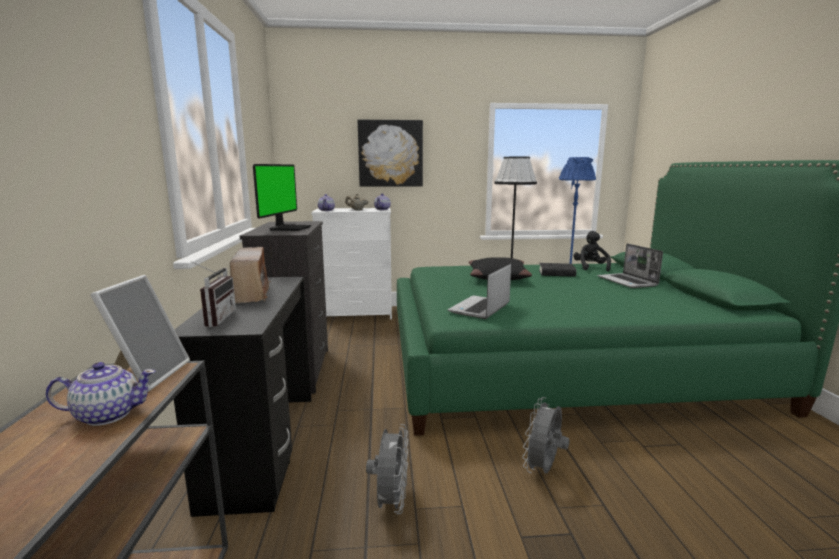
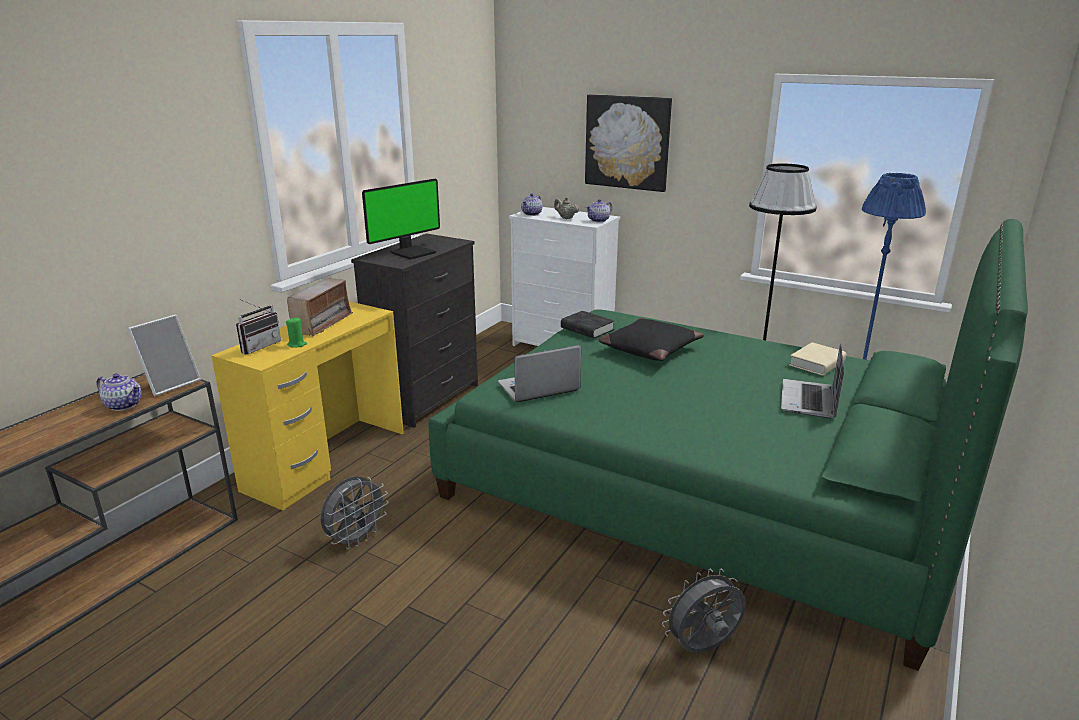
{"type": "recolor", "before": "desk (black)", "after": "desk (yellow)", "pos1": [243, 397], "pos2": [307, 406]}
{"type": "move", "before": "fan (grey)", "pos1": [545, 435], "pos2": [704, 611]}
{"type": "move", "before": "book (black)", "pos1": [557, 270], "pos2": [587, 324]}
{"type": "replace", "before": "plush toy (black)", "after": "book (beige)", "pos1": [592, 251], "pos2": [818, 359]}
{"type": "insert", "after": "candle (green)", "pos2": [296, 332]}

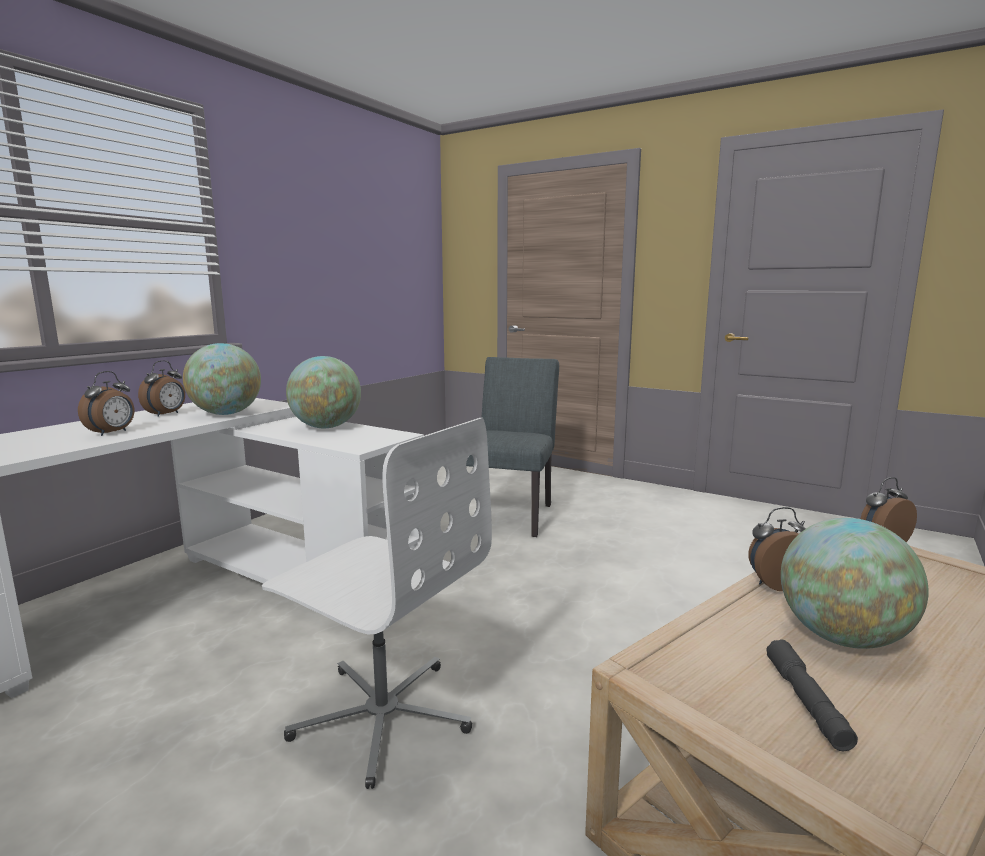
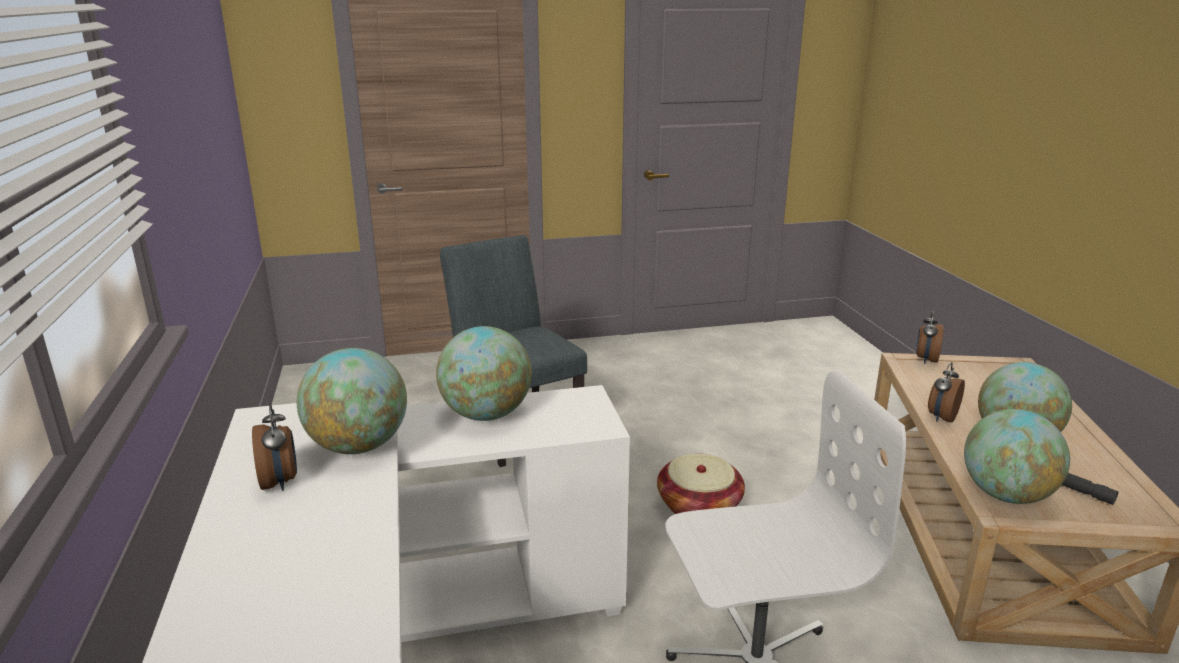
{"type": "delete", "before": "alarm clock", "pos1": [106, 403]}
{"type": "insert", "after": "basket", "pos2": [701, 484]}
{"type": "insert", "after": "globe", "pos2": [1017, 456]}

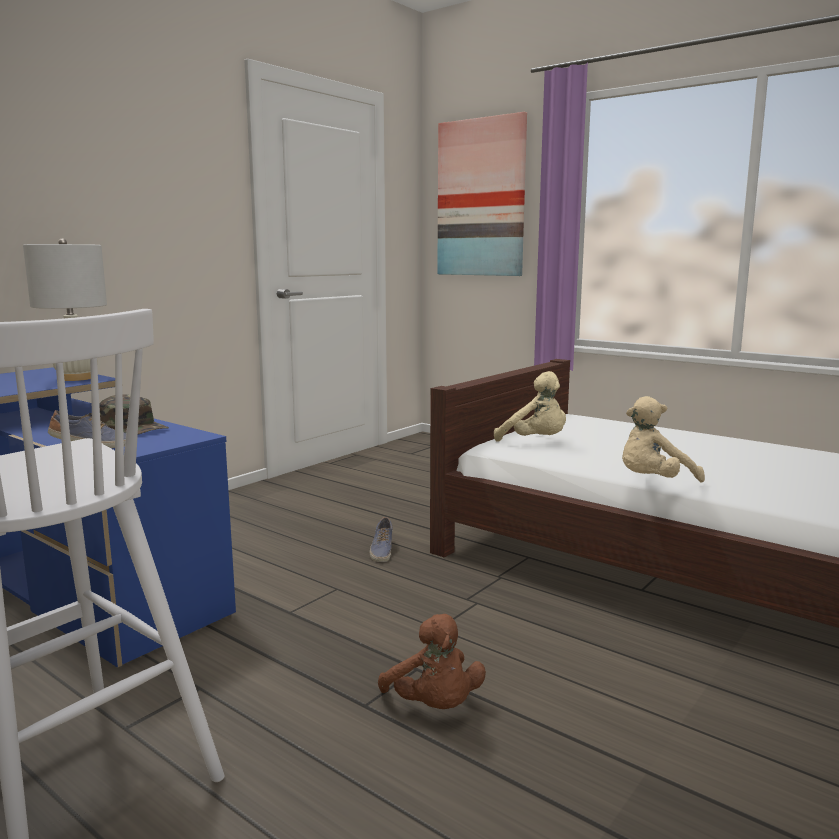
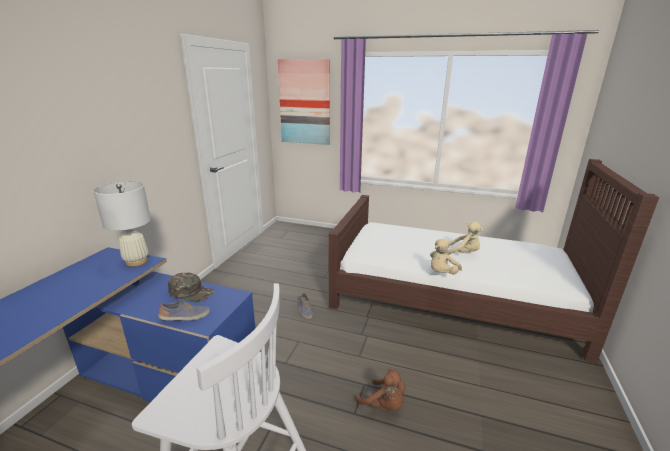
{"type": "move", "before": "plush toy (beige)", "pos1": [530, 406], "pos2": [464, 238]}

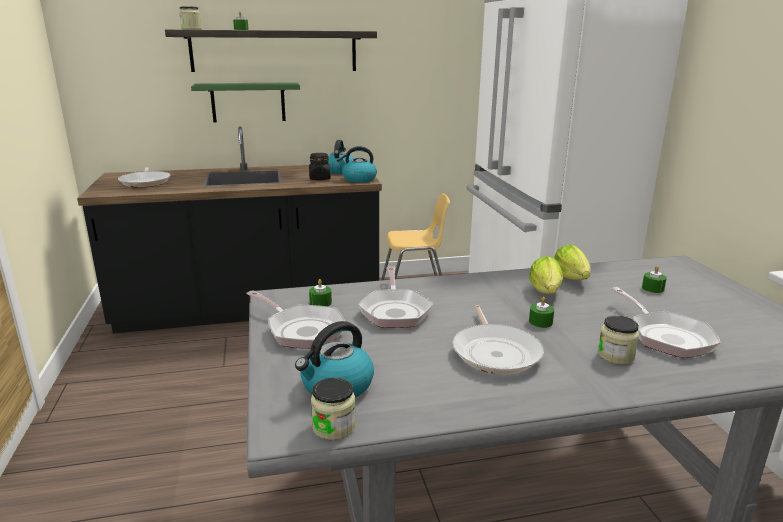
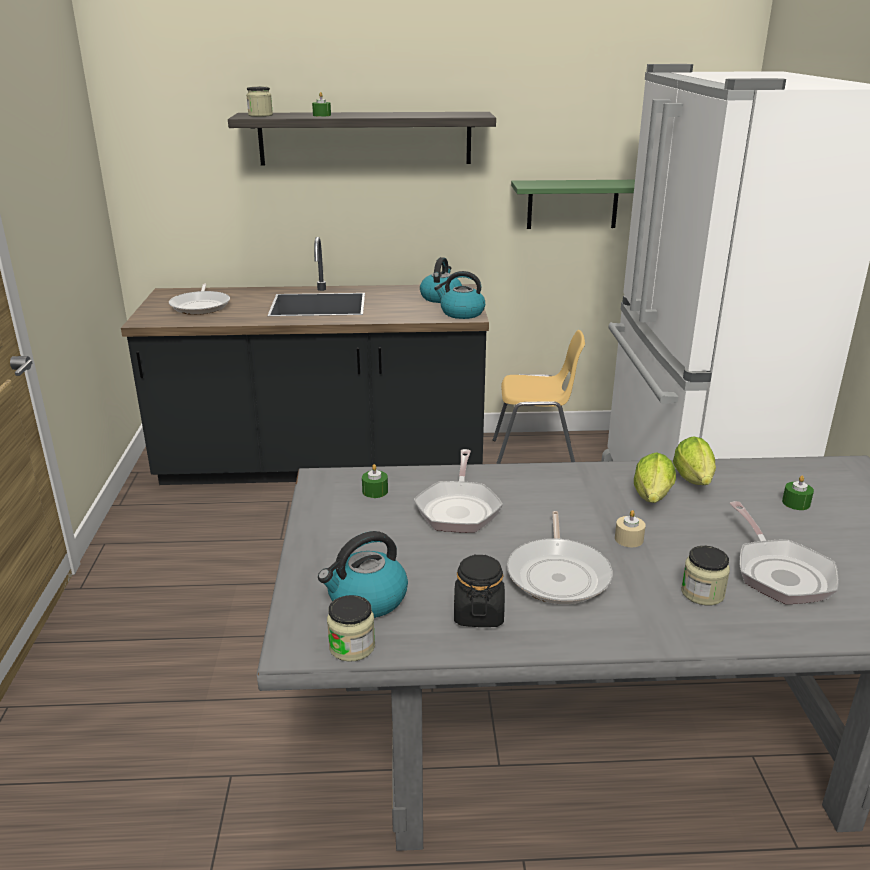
{"type": "move", "before": "shelf (green)", "pos1": [245, 102], "pos2": [573, 204]}
{"type": "delete", "before": "frying pan", "pos1": [295, 319]}
{"type": "move", "before": "jar (black)", "pos1": [319, 166], "pos2": [479, 590]}
{"type": "recolor", "before": "candle (green)", "after": "candle (beige)", "pos1": [541, 312], "pos2": [630, 528]}

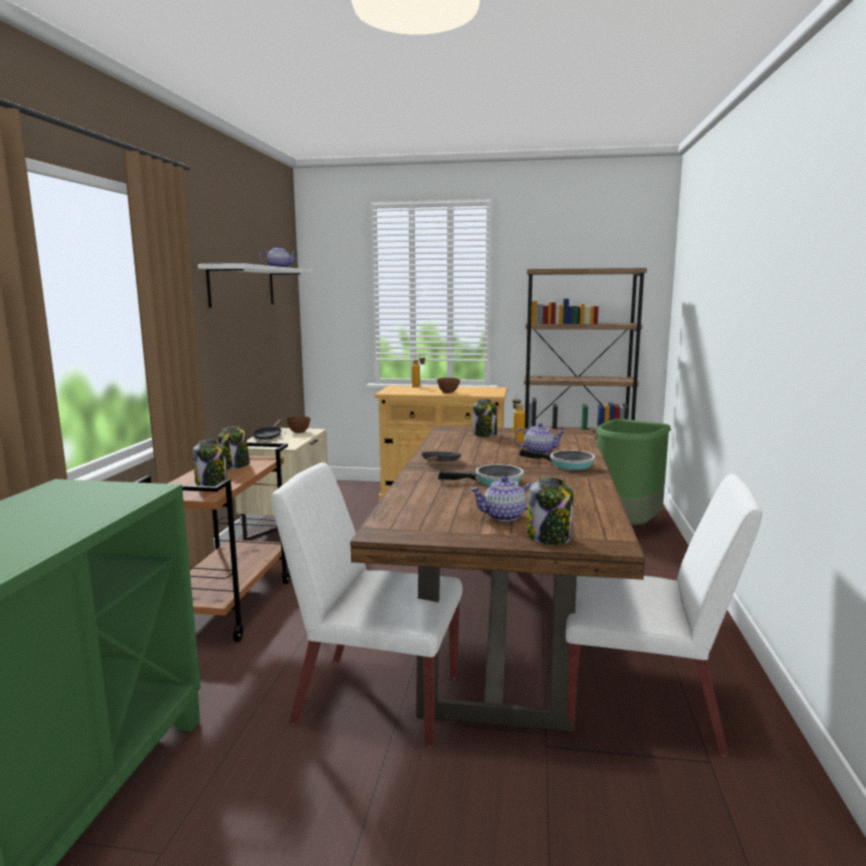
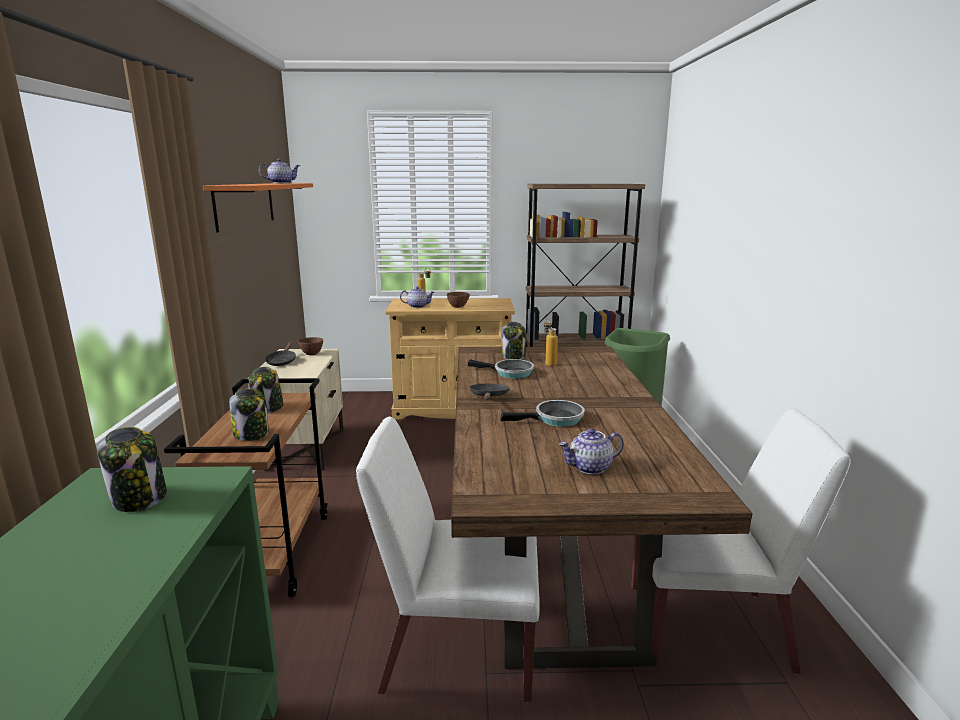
{"type": "recolor", "before": "shelf (white)", "after": "shelf (orange)", "pos1": [255, 285], "pos2": [258, 208]}
{"type": "move", "before": "teapot", "pos1": [539, 438], "pos2": [417, 297]}
{"type": "move", "before": "frying pan", "pos1": [557, 459], "pos2": [501, 369]}
{"type": "move", "before": "jar", "pos1": [550, 511], "pos2": [132, 469]}

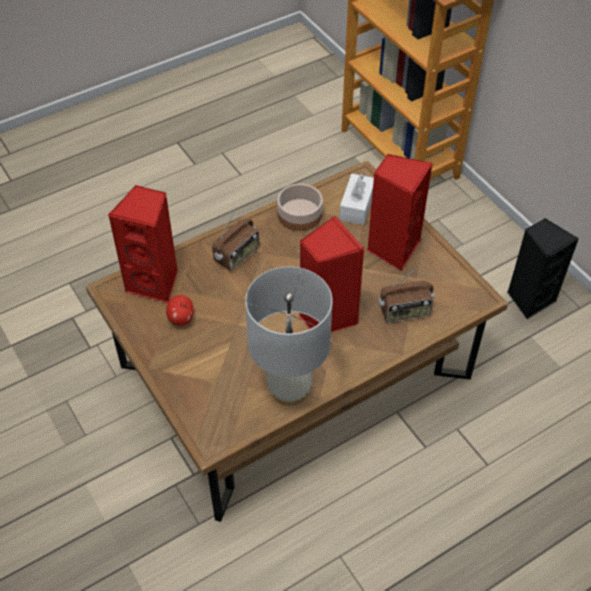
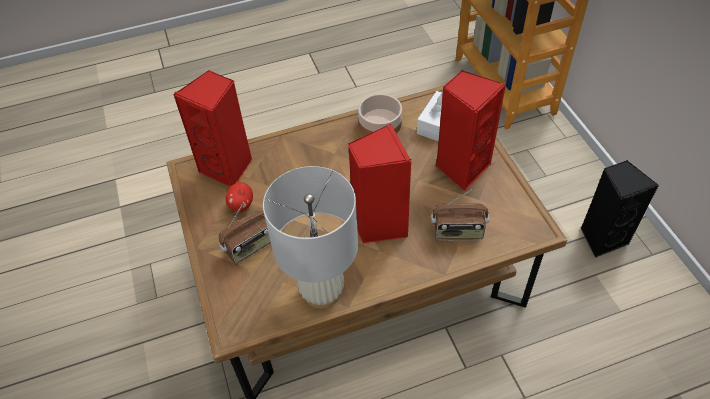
{"type": "move", "before": "radio", "pos1": [235, 240], "pos2": [244, 233]}

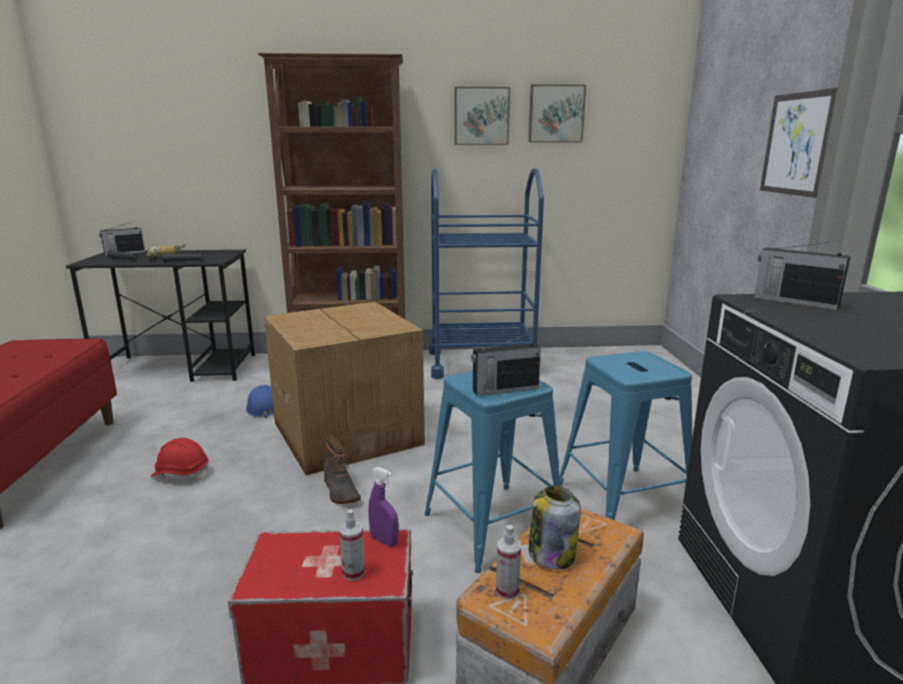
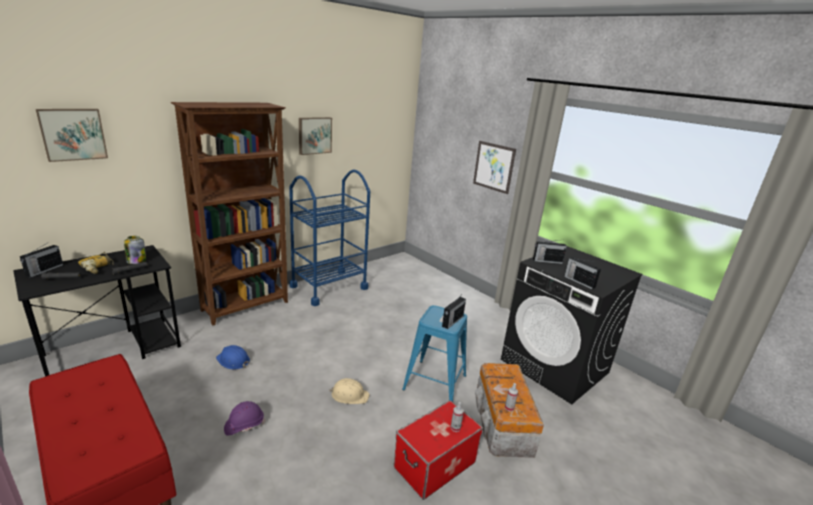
{"type": "recolor", "before": "hard hat (red)", "after": "hard hat (purple)", "pos1": [179, 459], "pos2": [244, 418]}
{"type": "delete", "before": "cardboard box", "pos1": [344, 388]}
{"type": "replace", "before": "boot", "after": "hard hat (beige)", "pos1": [342, 469], "pos2": [349, 391]}
{"type": "delete", "before": "spray bottle (purple)", "pos1": [384, 506]}
{"type": "move", "before": "picture", "pos1": [557, 113], "pos2": [72, 135]}
{"type": "move", "before": "jar", "pos1": [554, 527], "pos2": [135, 250]}
{"type": "delete", "before": "stool (blue)", "pos1": [626, 435]}
{"type": "insert", "after": "radio", "pos2": [582, 273]}

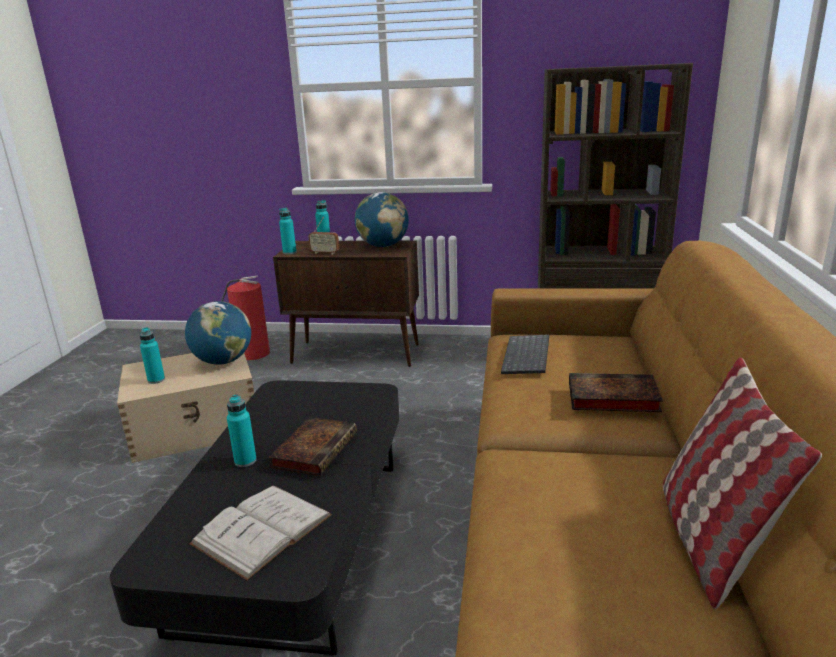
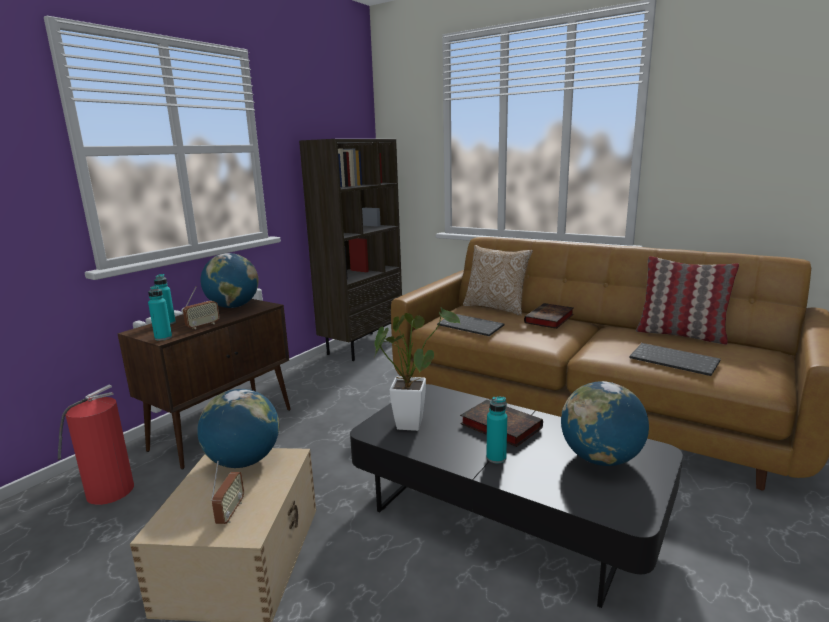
{"type": "replace", "before": "bottle (turquoise)", "after": "radio", "pos1": [152, 355], "pos2": [227, 492]}
{"type": "replace", "before": "book (white)", "after": "globe", "pos1": [260, 533], "pos2": [605, 423]}
{"type": "insert", "after": "potted plant", "pos2": [417, 369]}
{"type": "insert", "after": "pillow", "pos2": [498, 280]}
{"type": "insert", "after": "keyboard", "pos2": [675, 359]}

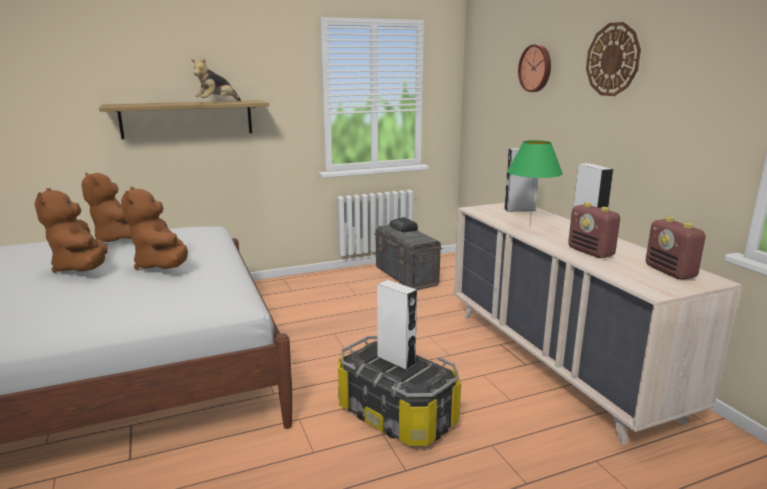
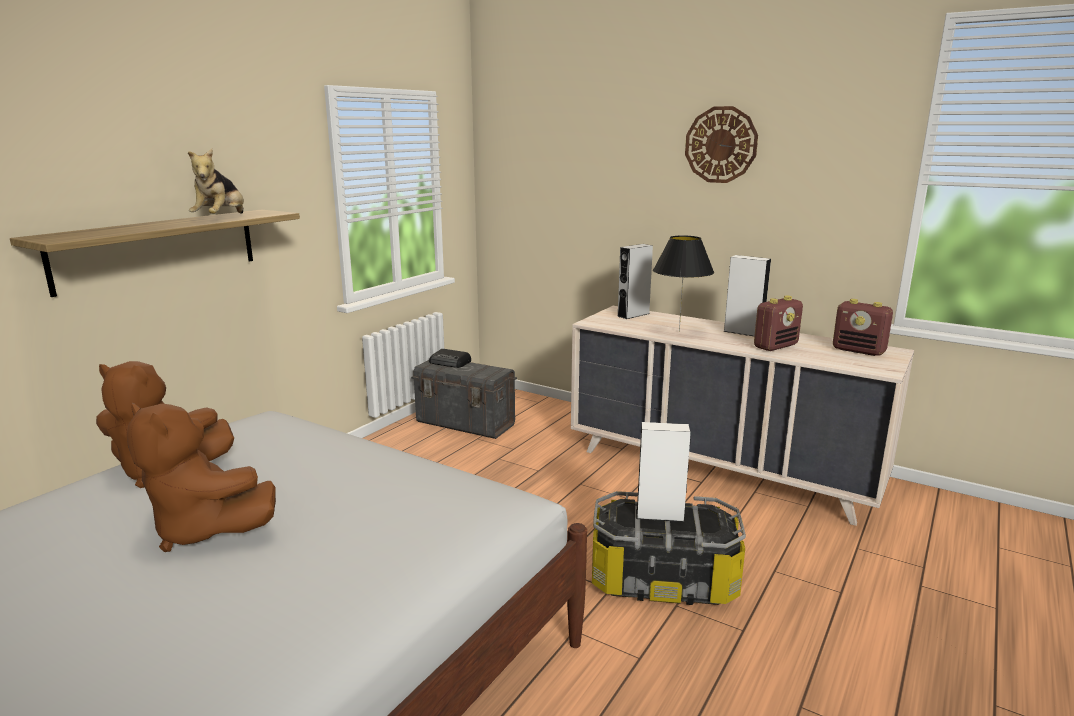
{"type": "delete", "before": "plush toy (brown)", "pos1": [154, 228]}
{"type": "recolor", "before": "table lamp (green)", "after": "table lamp (black)", "pos1": [535, 183], "pos2": [683, 284]}
{"type": "delete", "before": "wall clock", "pos1": [534, 68]}
{"type": "rotate", "before": "radio", "pos1": [594, 230], "pos2": [778, 323], "turn": -60}

